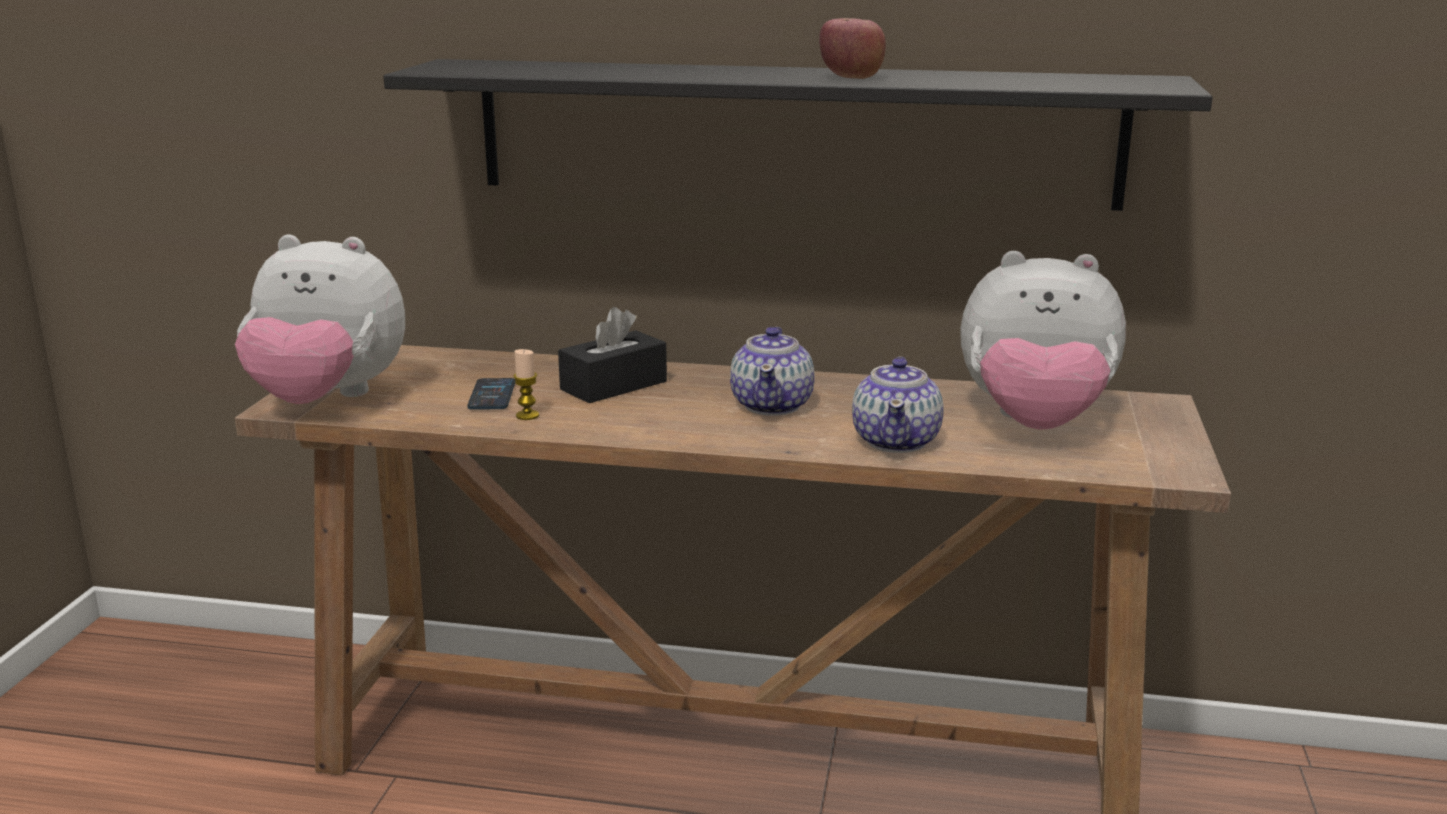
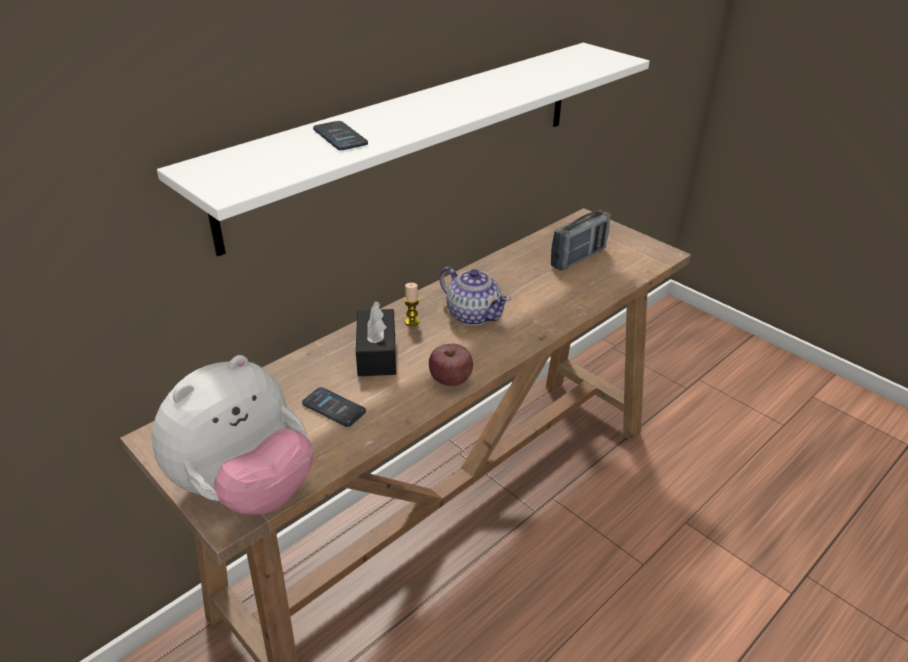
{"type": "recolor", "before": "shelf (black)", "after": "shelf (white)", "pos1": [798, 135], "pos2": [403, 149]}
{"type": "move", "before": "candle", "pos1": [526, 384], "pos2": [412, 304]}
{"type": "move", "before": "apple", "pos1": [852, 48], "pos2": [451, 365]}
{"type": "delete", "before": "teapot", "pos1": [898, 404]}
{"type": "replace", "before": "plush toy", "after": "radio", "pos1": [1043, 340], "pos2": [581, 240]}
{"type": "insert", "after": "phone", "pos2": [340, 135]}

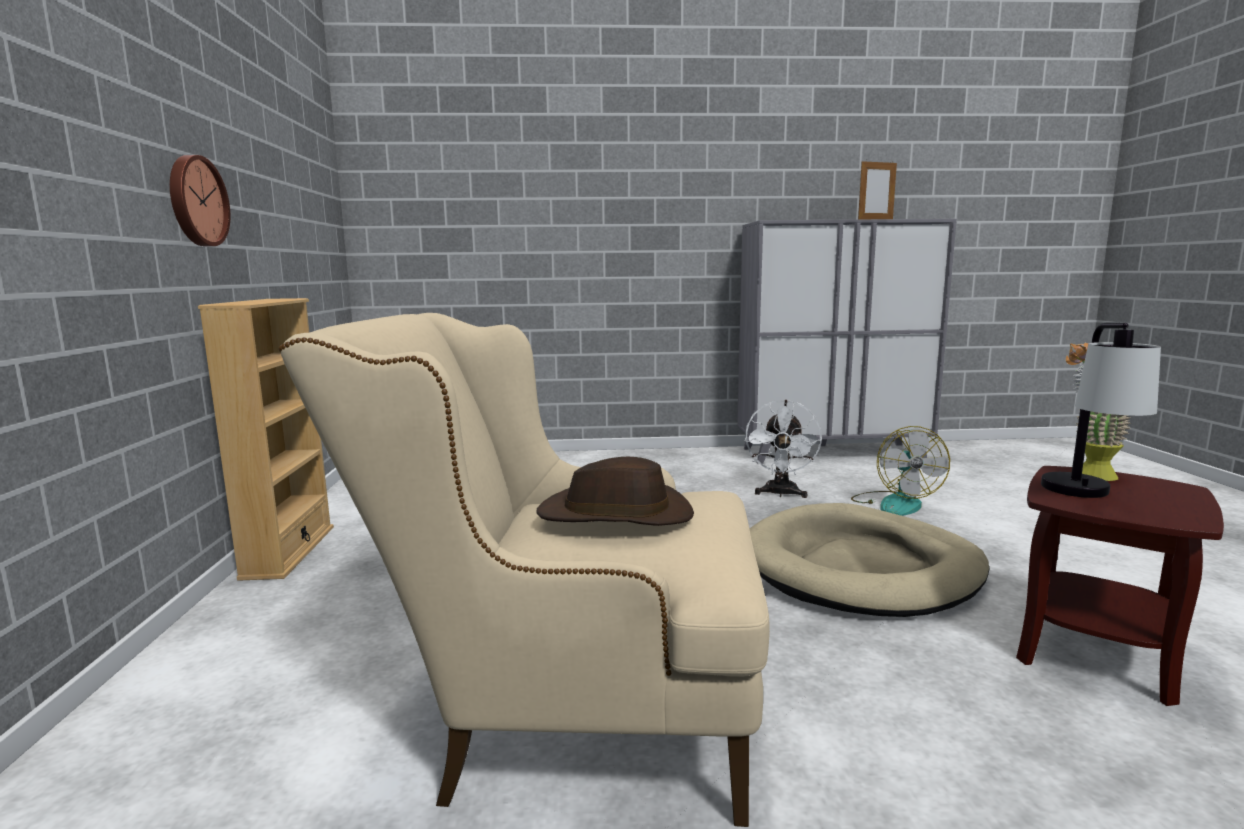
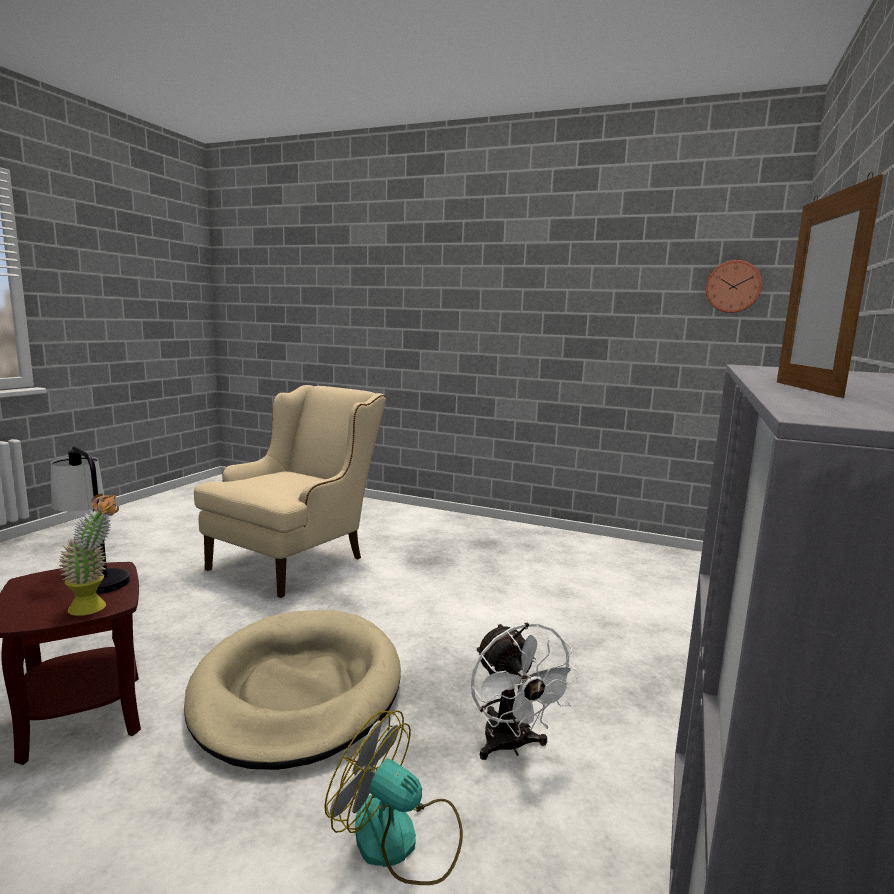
{"type": "move", "before": "wall clock", "pos1": [200, 200], "pos2": [734, 286]}
{"type": "delete", "before": "bookcase (beige)", "pos1": [266, 439]}
{"type": "delete", "before": "hat (brown)", "pos1": [615, 491]}
{"type": "rotate", "before": "fan (white)", "pos1": [783, 449], "pos2": [526, 691], "turn": -150}

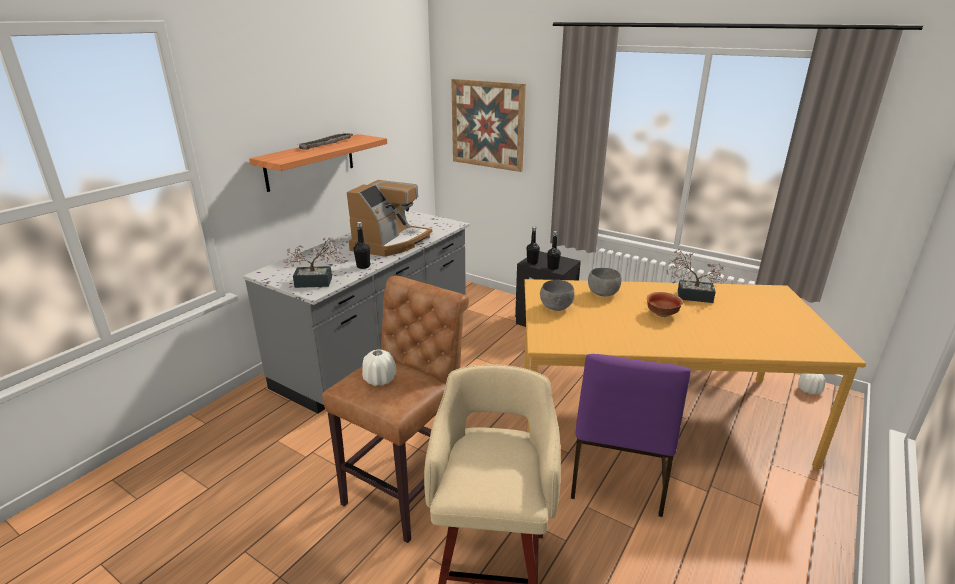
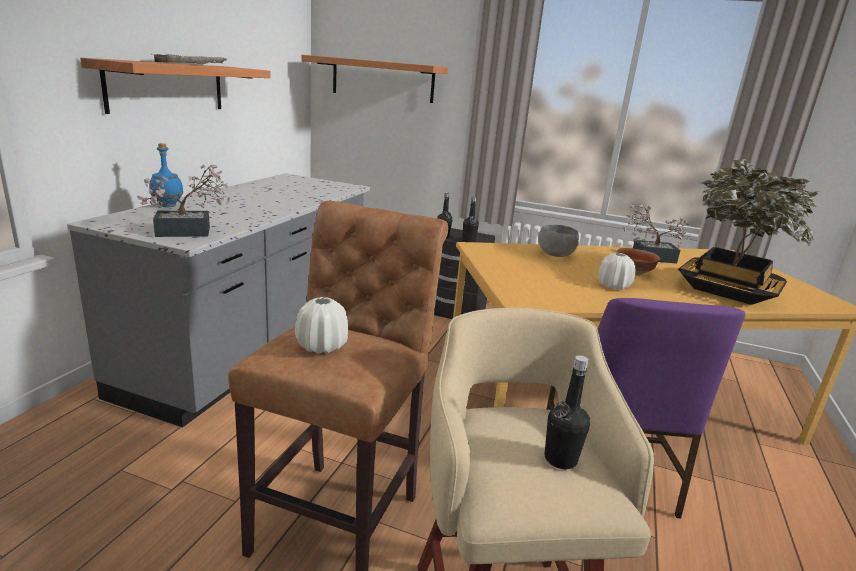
{"type": "delete", "before": "coffee machine", "pos1": [389, 218]}
{"type": "move", "before": "bottle (black)", "pos1": [362, 245], "pos2": [567, 412]}
{"type": "replace", "before": "picture", "after": "shelf", "pos1": [488, 125], "pos2": [374, 79]}
{"type": "delete", "before": "bowl (grey)", "pos1": [557, 295]}
{"type": "move", "before": "vase (white)", "pos1": [811, 384], "pos2": [616, 271]}
{"type": "insert", "after": "bottle (blue)", "pos2": [166, 175]}
{"type": "insert", "after": "potted plant", "pos2": [749, 232]}

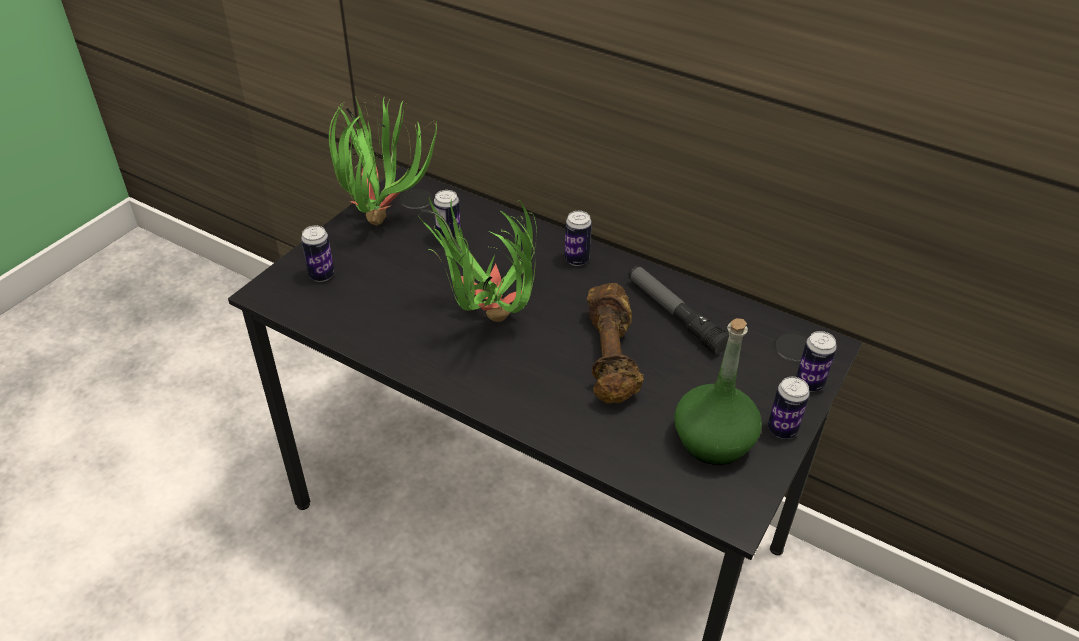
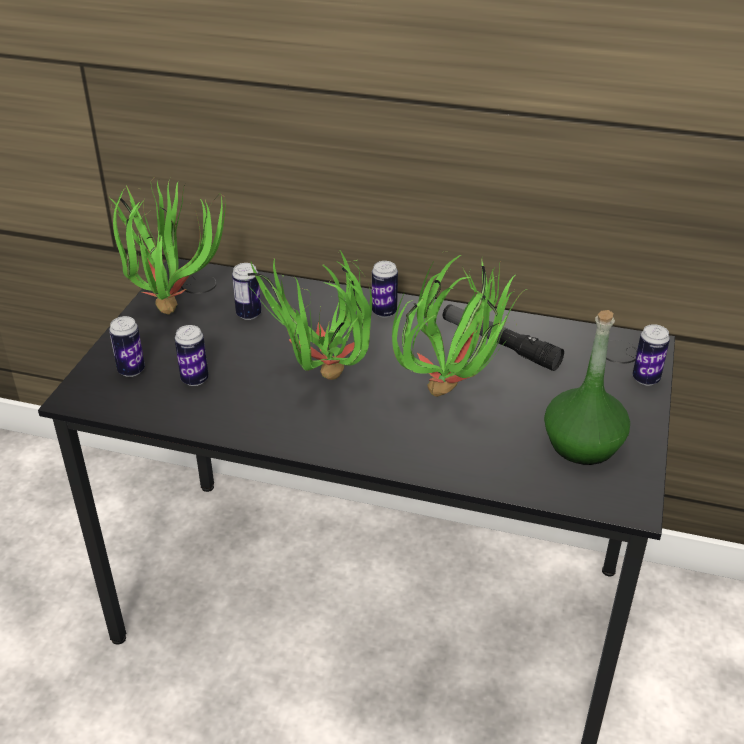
{"type": "replace", "before": "dumbbell (brown)", "after": "potted plant", "pos1": [615, 343], "pos2": [459, 324]}
{"type": "move", "before": "can", "pos1": [789, 408], "pos2": [192, 355]}

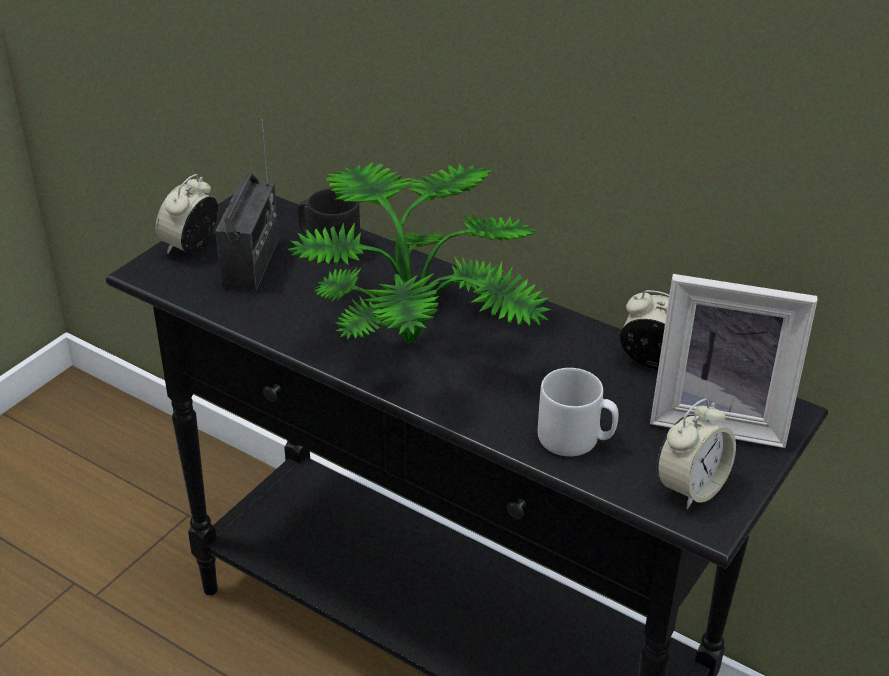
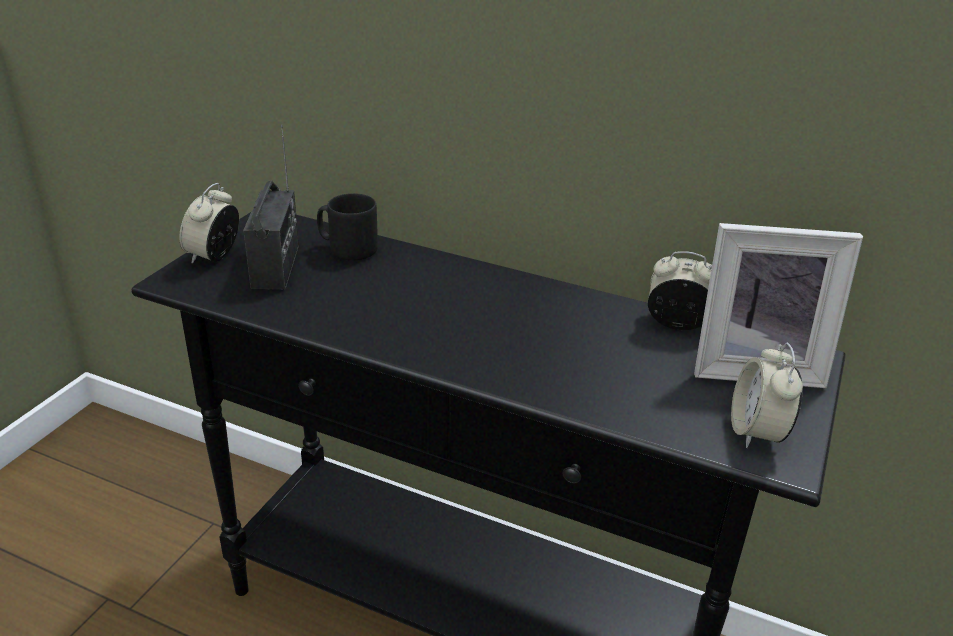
{"type": "delete", "before": "potted plant", "pos1": [419, 253]}
{"type": "delete", "before": "mug (grey)", "pos1": [577, 412]}
{"type": "rotate", "before": "alarm clock", "pos1": [696, 453], "pos2": [767, 395], "turn": 150}

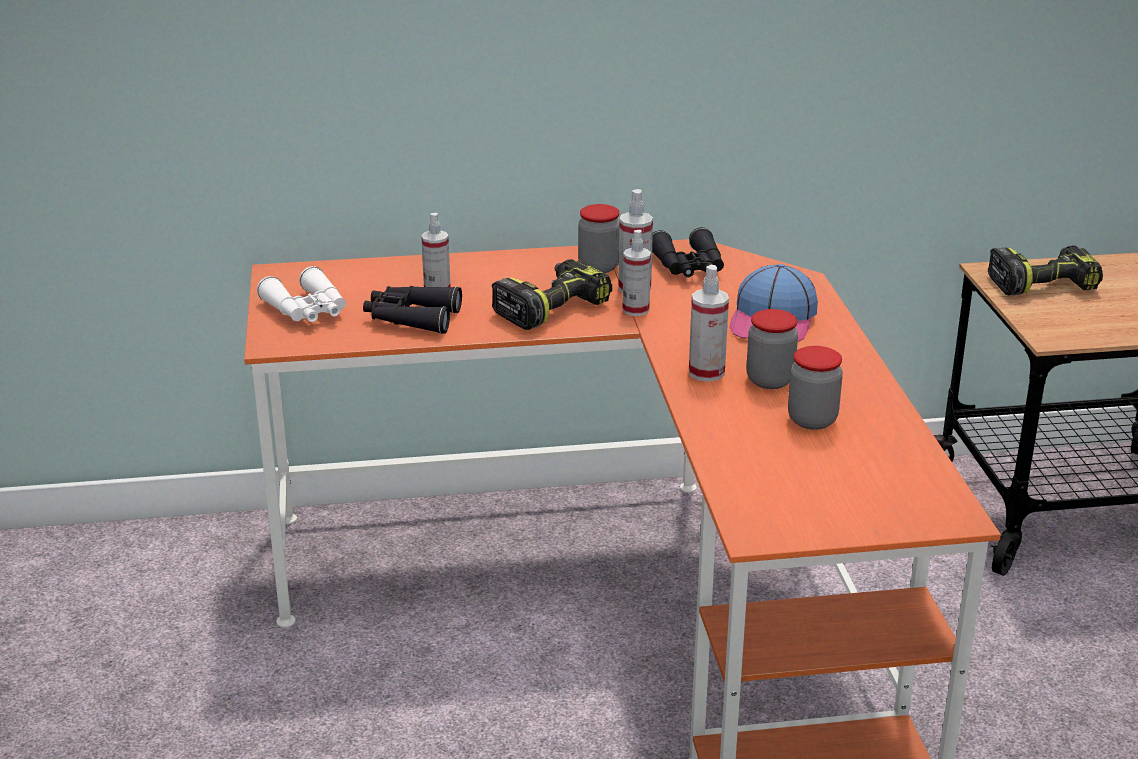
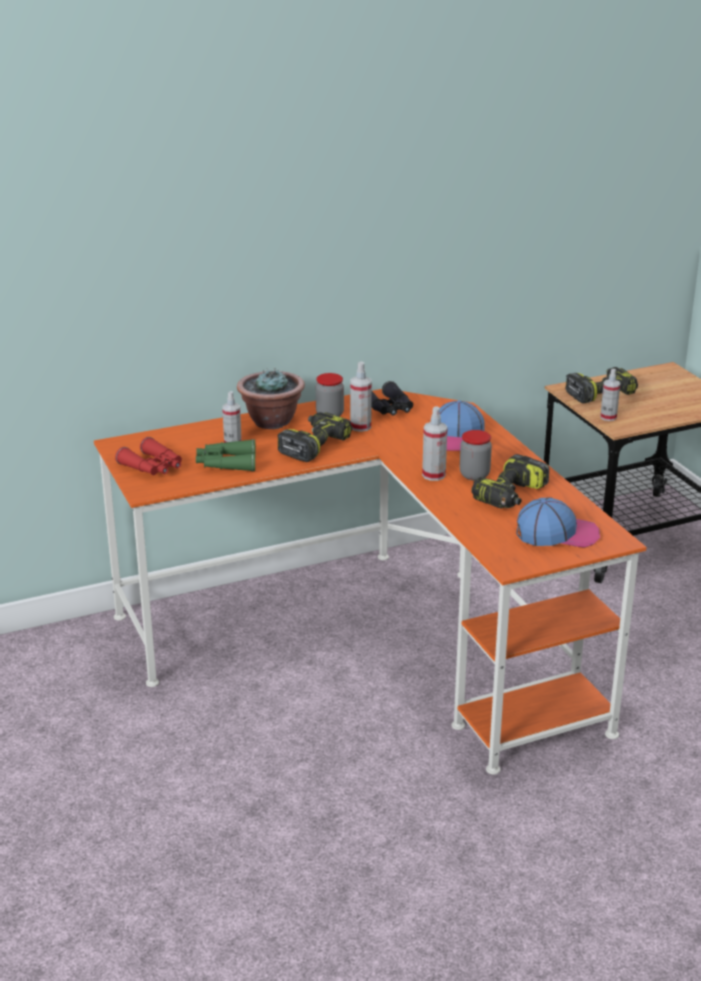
{"type": "recolor", "before": "binoculars (white)", "after": "binoculars (red)", "pos1": [301, 294], "pos2": [148, 456]}
{"type": "recolor", "before": "binoculars (black)", "after": "binoculars (green)", "pos1": [412, 310], "pos2": [226, 455]}
{"type": "move", "before": "spray bottle", "pos1": [636, 273], "pos2": [610, 395]}
{"type": "replace", "before": "jar", "after": "power drill", "pos1": [815, 388], "pos2": [510, 481]}
{"type": "insert", "after": "potted plant", "pos2": [271, 398]}
{"type": "insert", "after": "cap", "pos2": [558, 522]}

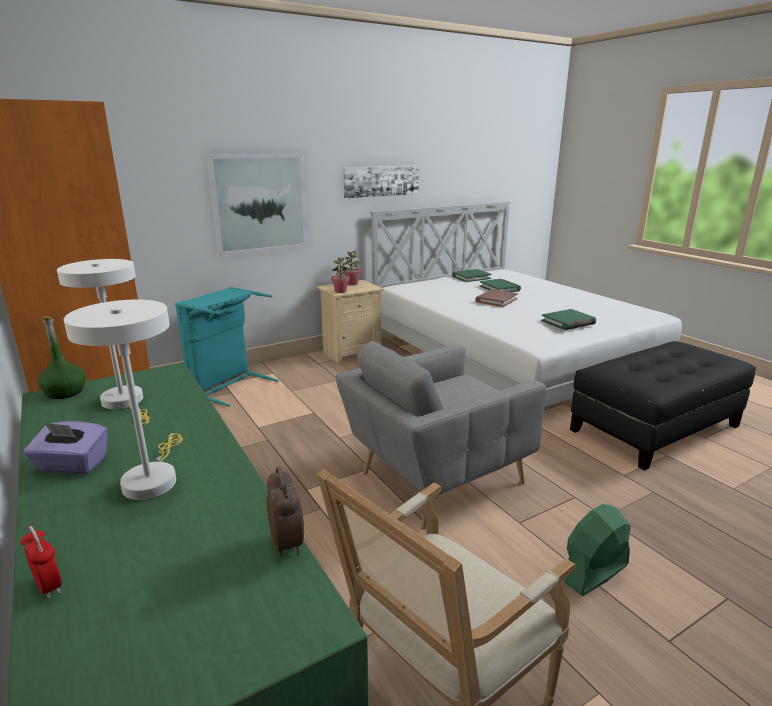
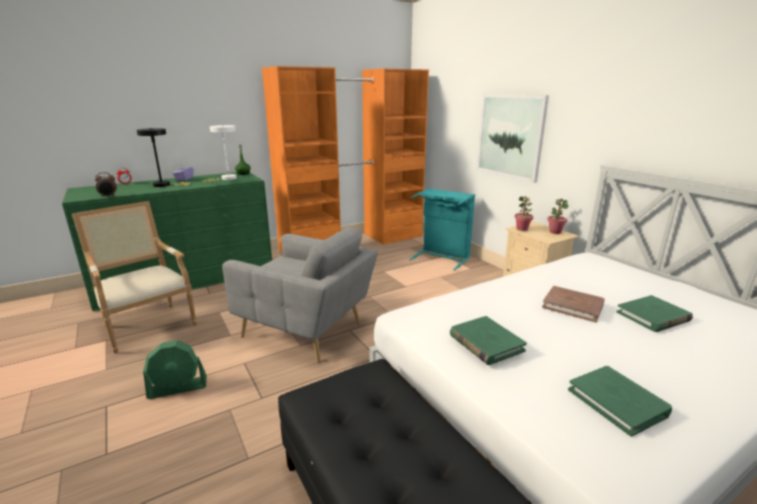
{"type": "recolor", "before": "table lamp (white)", "after": "table lamp (black)", "pos1": [123, 400], "pos2": [163, 157]}
{"type": "rotate", "before": "armchair (grey)", "pos1": [441, 435], "pos2": [300, 294], "turn": 150}
{"type": "delete", "before": "picture", "pos1": [381, 181]}
{"type": "move", "before": "book (green)", "pos1": [472, 275], "pos2": [620, 401]}
{"type": "rotate", "before": "fan (green)", "pos1": [597, 550], "pos2": [175, 369], "turn": 105}

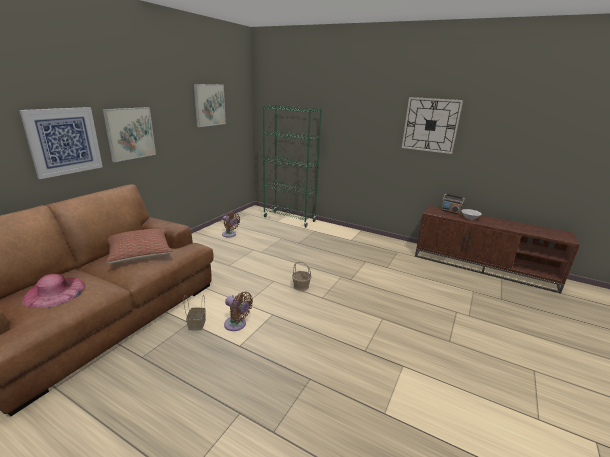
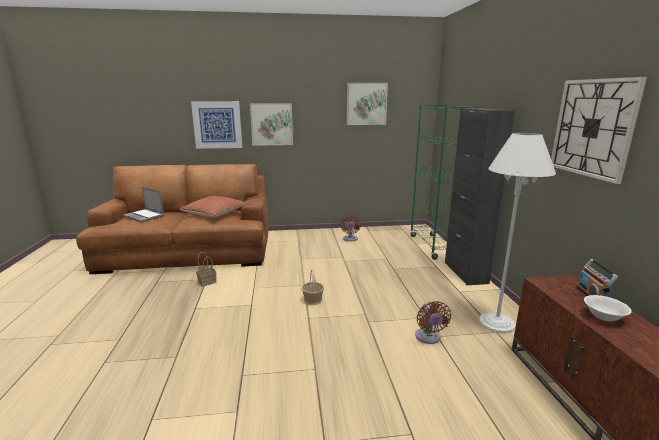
{"type": "replace", "before": "hat (pink)", "after": "laptop", "pos1": [54, 291], "pos2": [143, 204]}
{"type": "move", "before": "fan (brown)", "pos1": [238, 311], "pos2": [433, 322]}
{"type": "insert", "after": "cabinet (black)", "pos2": [480, 196]}
{"type": "insert", "after": "floor lamp (white)", "pos2": [517, 233]}

